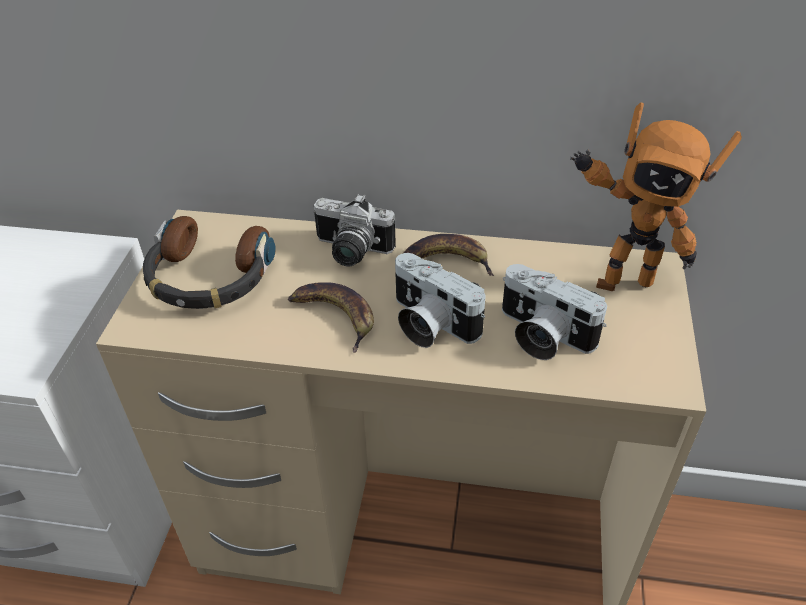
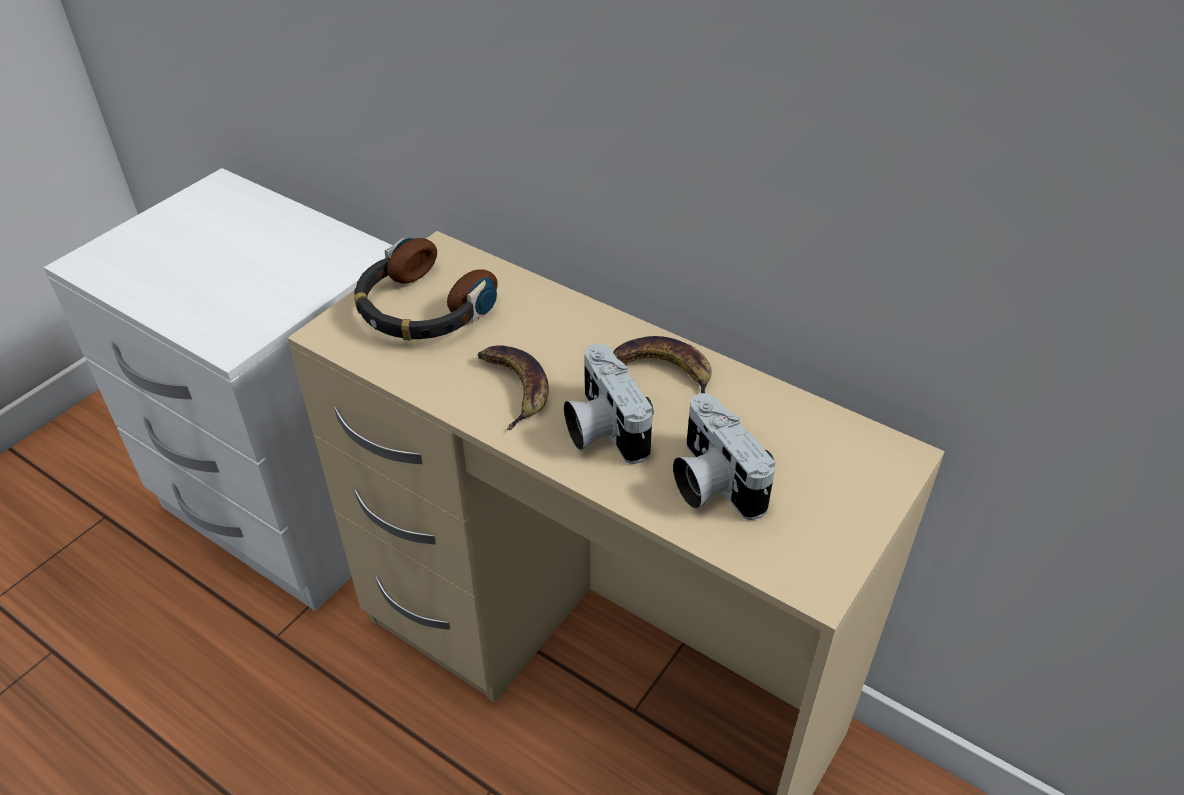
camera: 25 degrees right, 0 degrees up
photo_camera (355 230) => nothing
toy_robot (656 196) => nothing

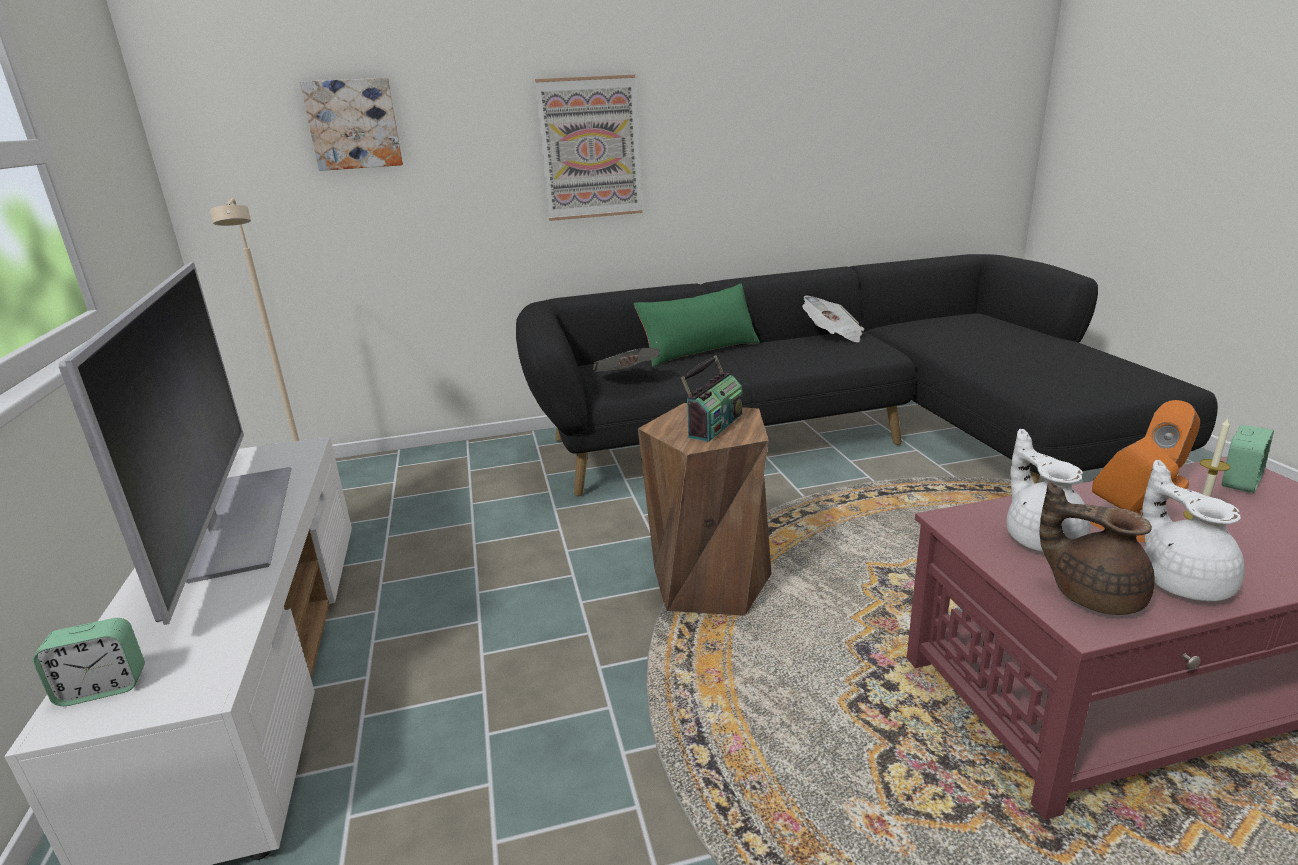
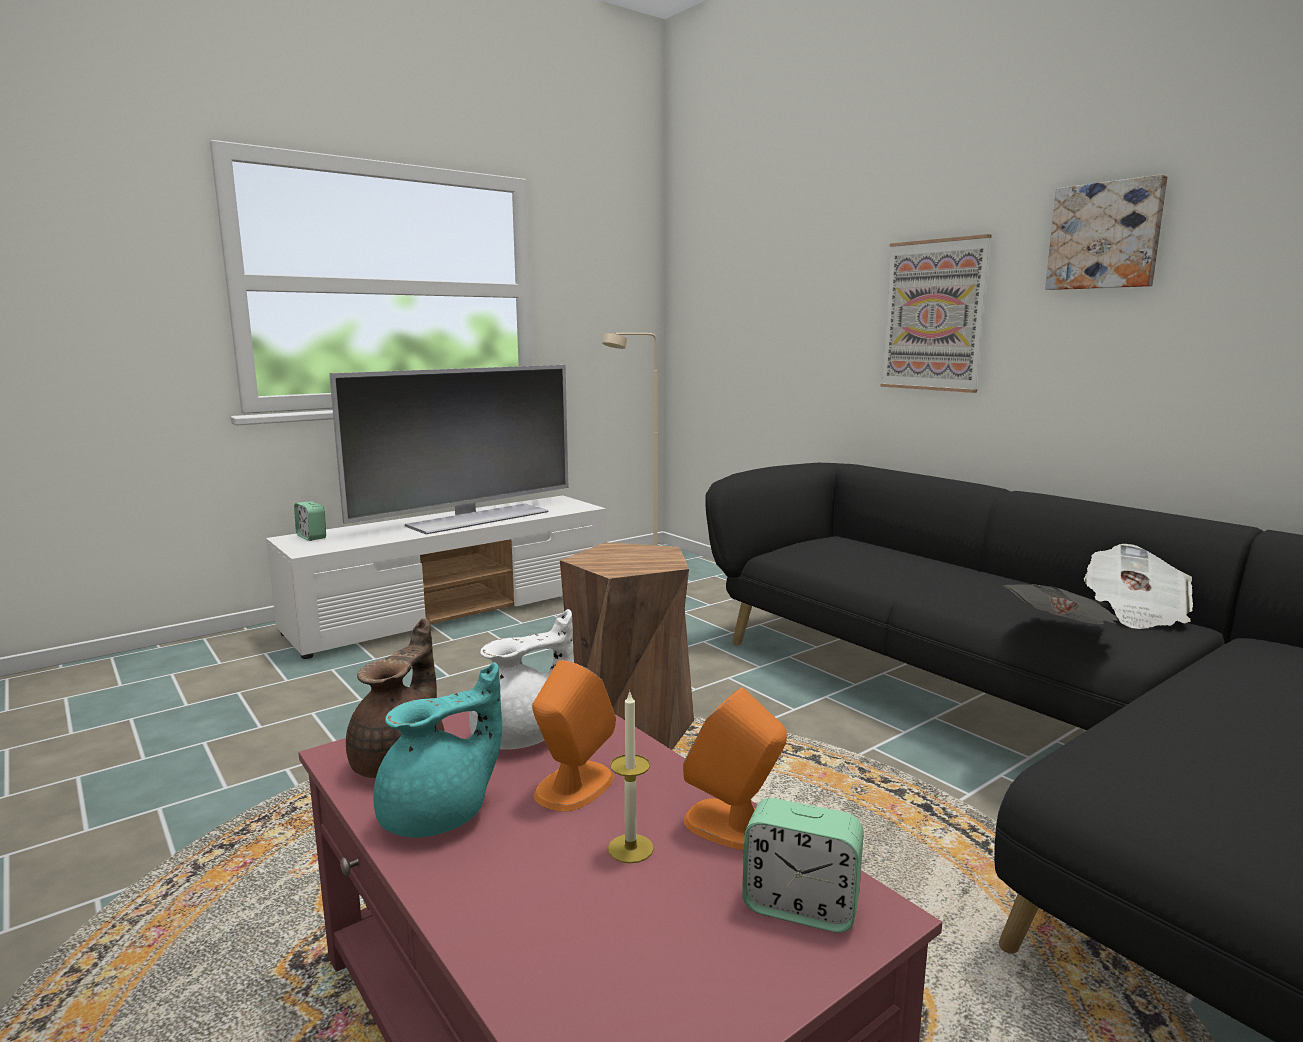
camera: 65 degrees right, 10 degrees down
whitish_teapot (1193 530) => blue-green_teapot (437 750)
printed_paper (626 360) => printed_paper (1061 604), relocated
picture (351 124) => picture (1106 232), relocated
green_throw_pillow (697 325) => nothing
radio_receiver (712 398) => nothing

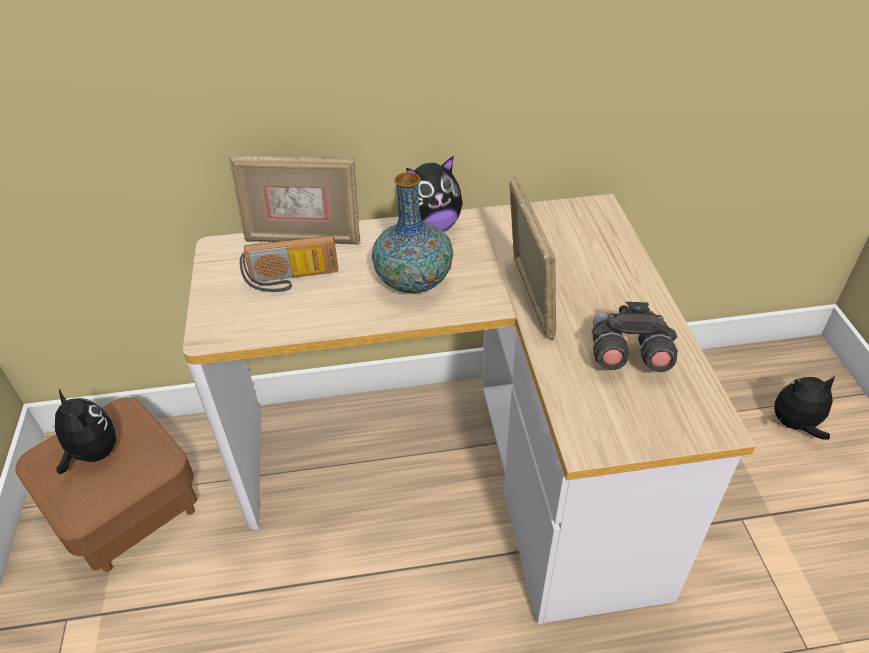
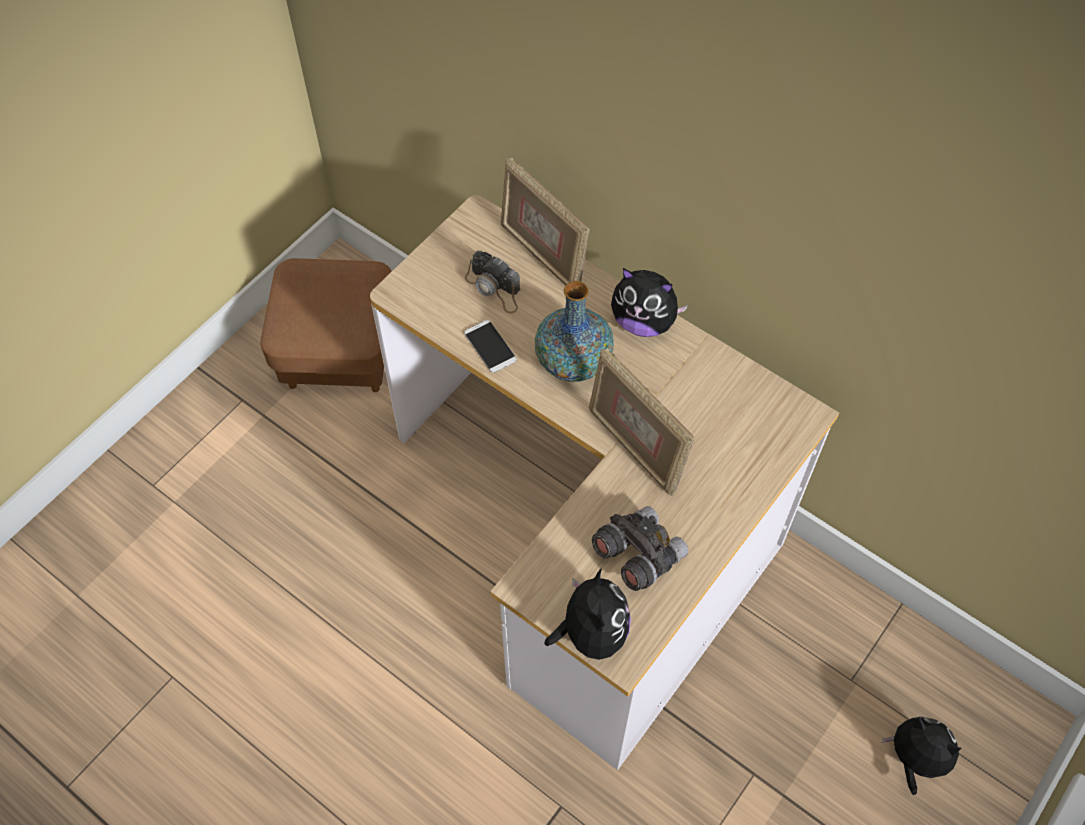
camera: 45 degrees right, 15 degrees up
nothing => phone (490 346)
radio_receiver (289 263) => photo_camera (492 282)
cuddly_toy (84 431) => cuddly_toy (587 614), relocated
photo_frame (532 258) => photo_frame (641 422), 105 degrees clockwise

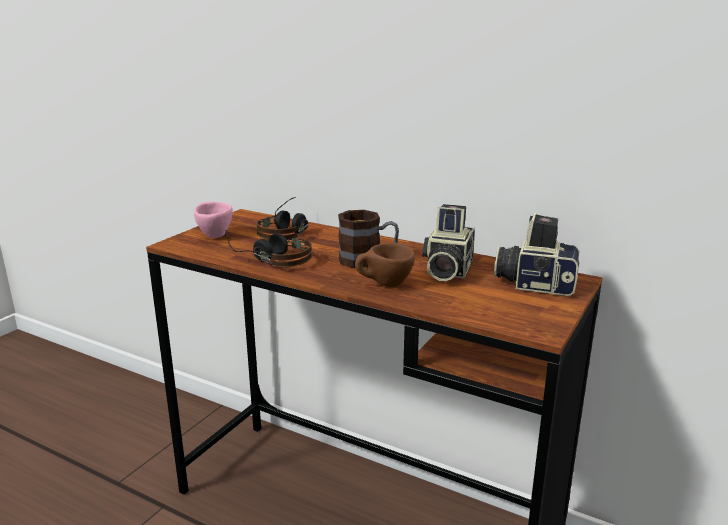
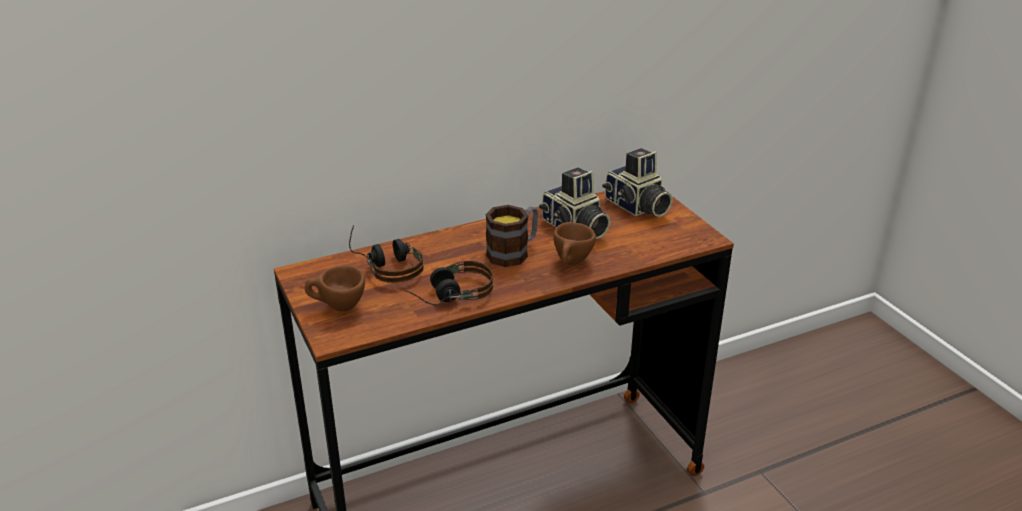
camera: 55 degrees left, 10 degrees up
pinkish_cup (213 220) => brownish_cup (335 289)
photo_camera (536 254) => photo_camera (638 182), 90 degrees counterclockwise

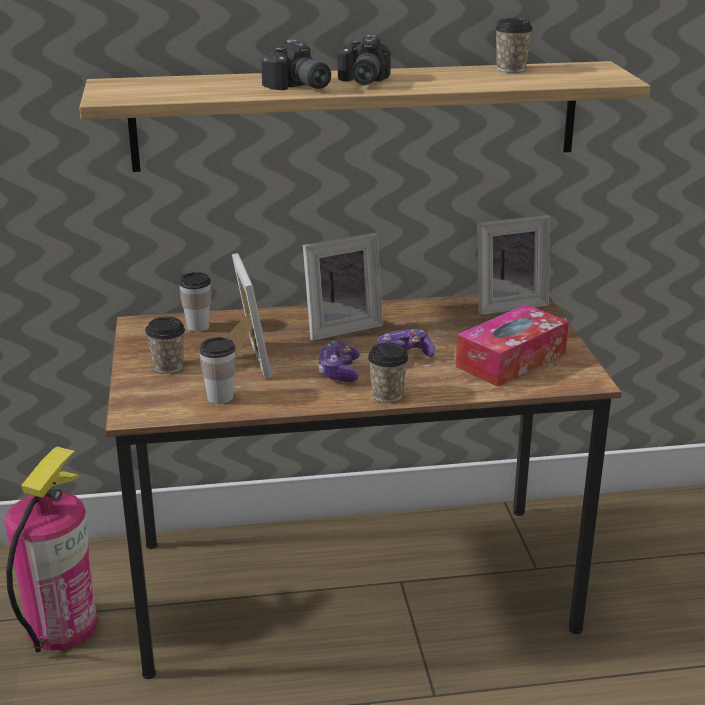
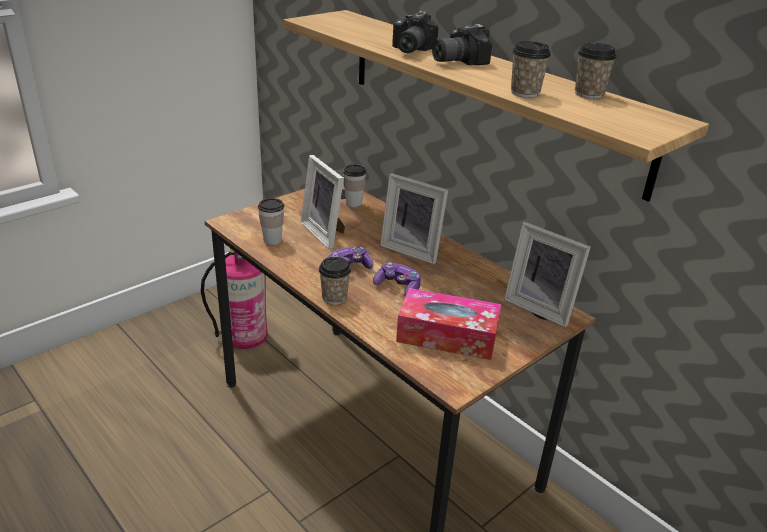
camera: 55 degrees right, 5 degrees up
photo_frame (248 316) => photo_frame (323 202), 105 degrees clockwise
cup (165 345) => cup (531 69), relocated

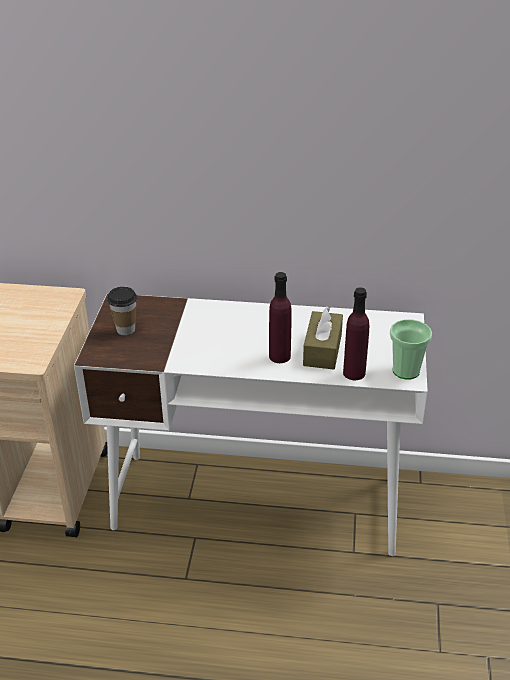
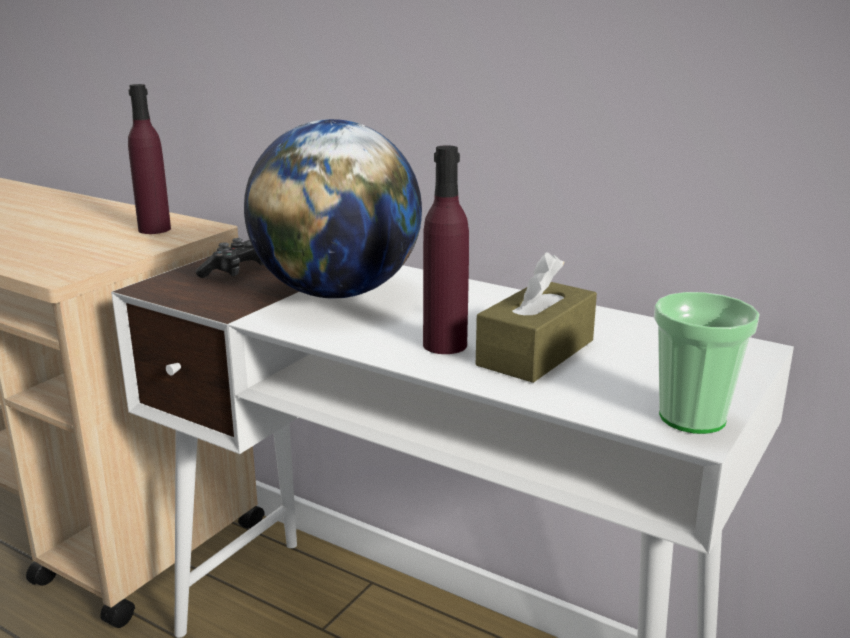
camera: 25 degrees right, 15 degrees down
purple_beverage_bottle (356 333) => purple_beverage_bottle (149 159), relocated
cup (122 311) => joypad (230 258)
nothing => globe (333 209)

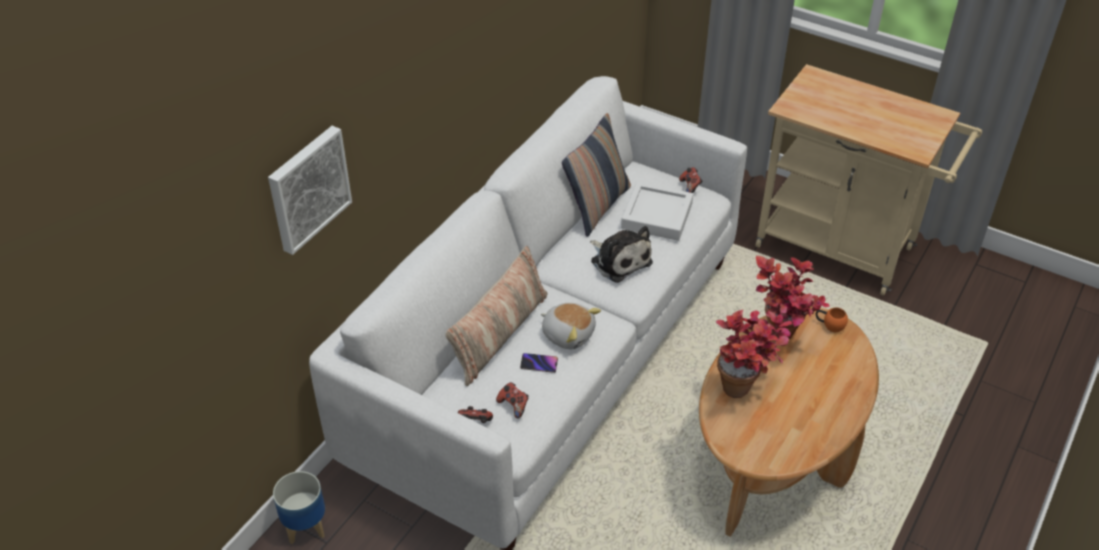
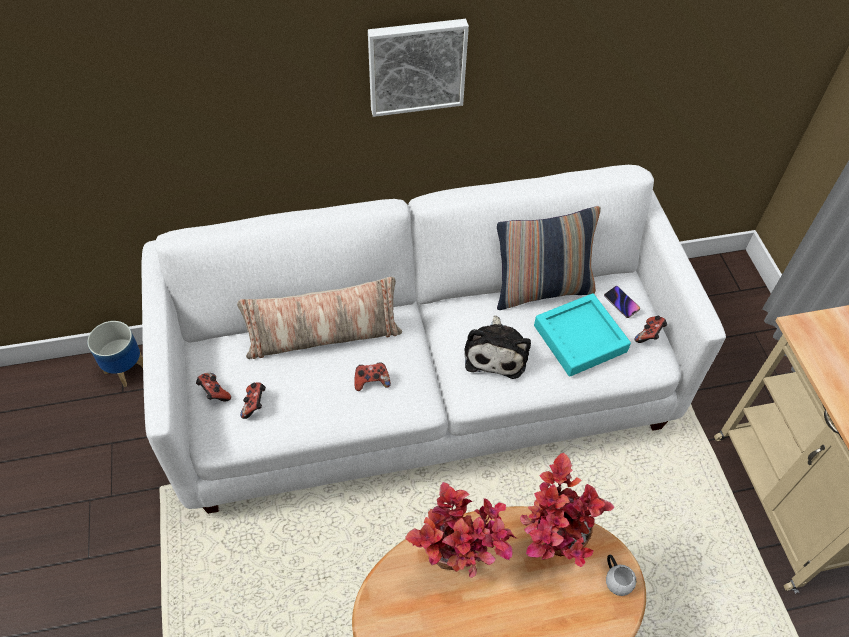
camera: 45 degrees right, 10 degrees up
cuddly_toy (571 326) => joypad (372 376)
picture (310 190) => picture (418 68), relocated
whitish_serving_tray (657 211) => blue-green_serving_tray (582 335)
phone (539 363) => phone (622 302), relocated
orange_tea_mug (832 319) => whitish_tea_mug (621 575)

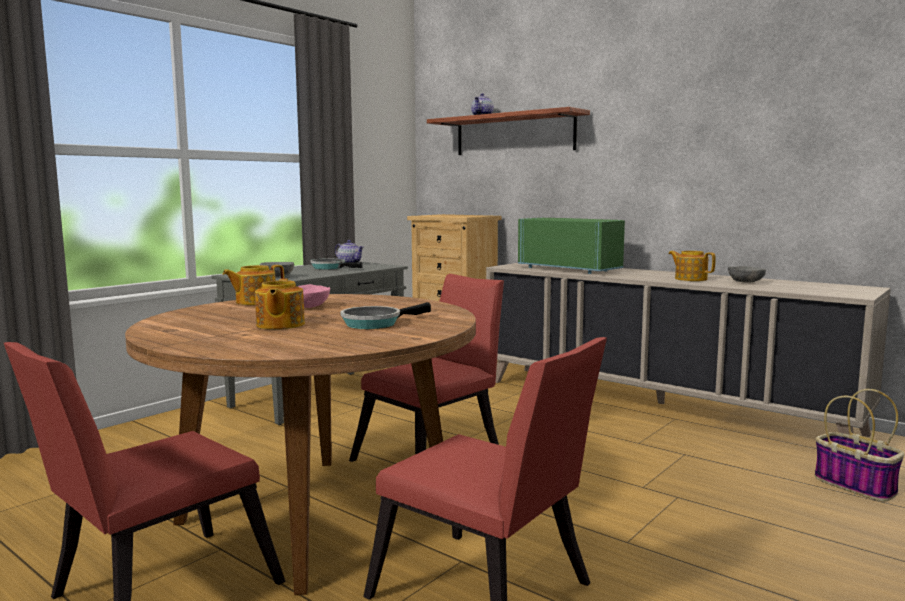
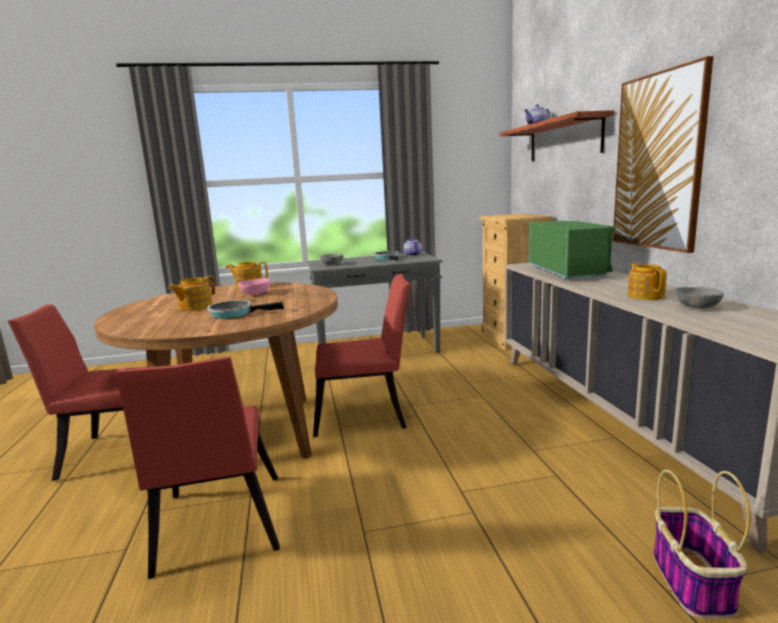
camera: 40 degrees right, 5 degrees up
nothing => picture (663 154)

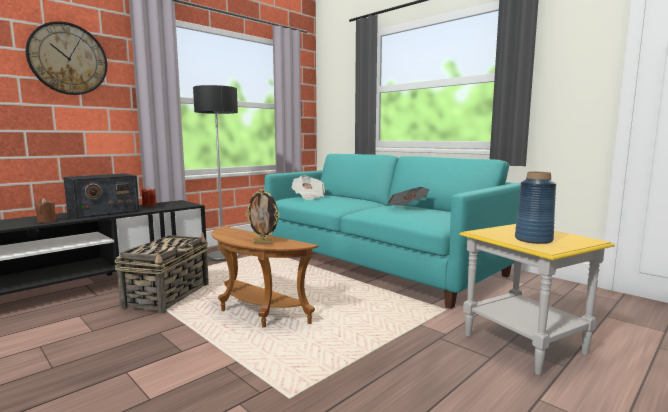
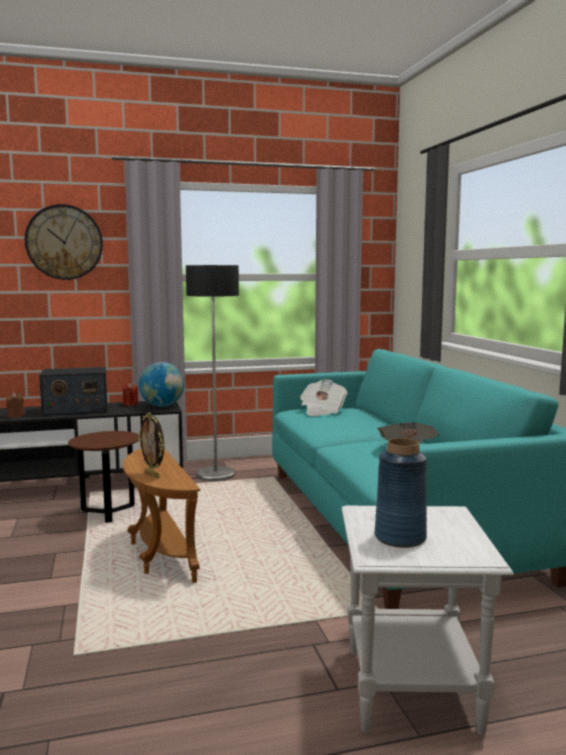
camera: 30 degrees right, 0 degrees up
basket (161 273) => brownish_end_table (104 477)
nothing => globe (161 384)
yellow_end_table (537 299) => whitish_end_table (428 620)

